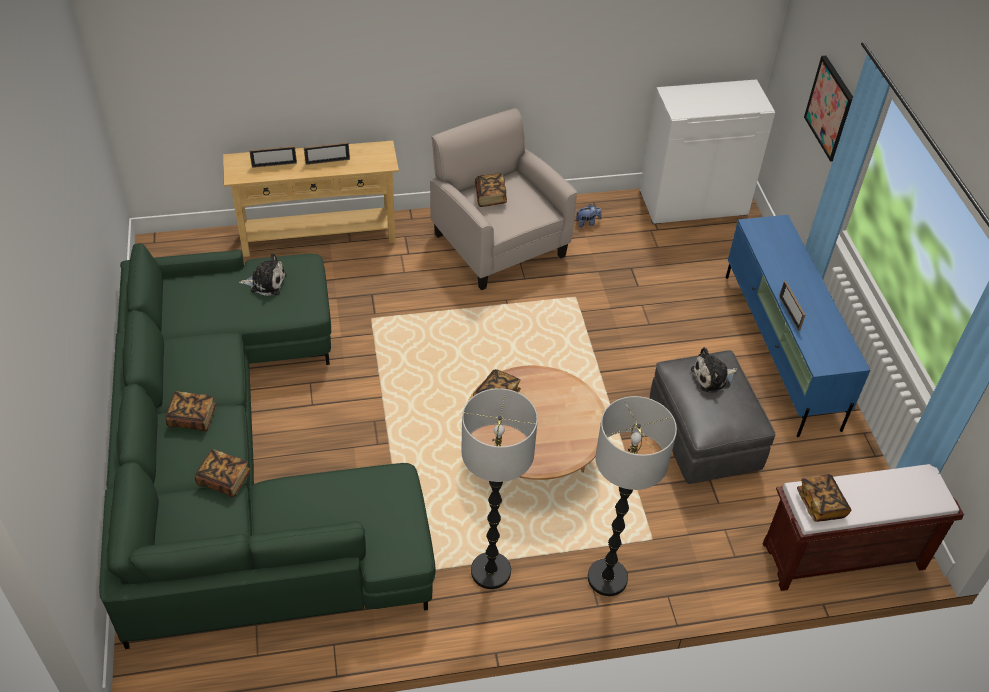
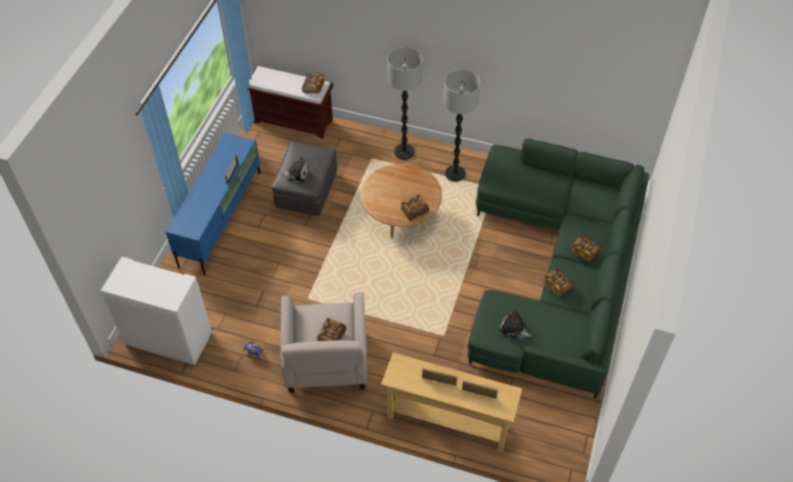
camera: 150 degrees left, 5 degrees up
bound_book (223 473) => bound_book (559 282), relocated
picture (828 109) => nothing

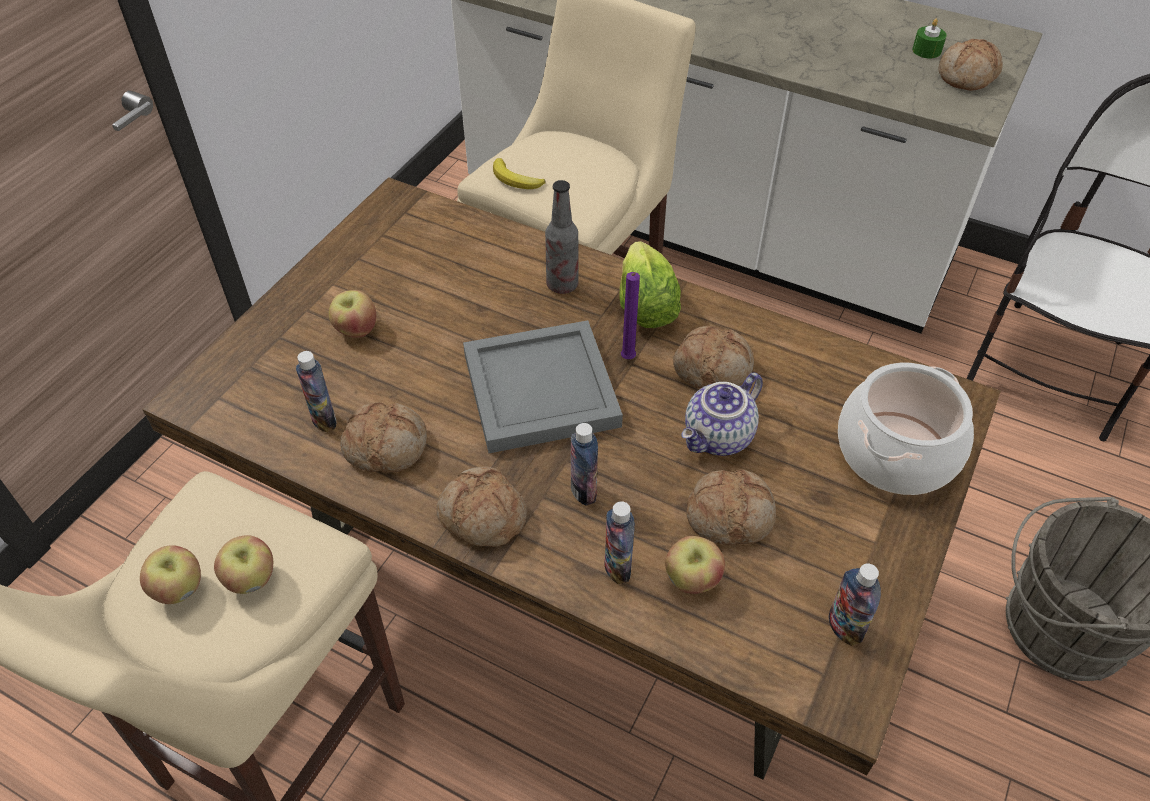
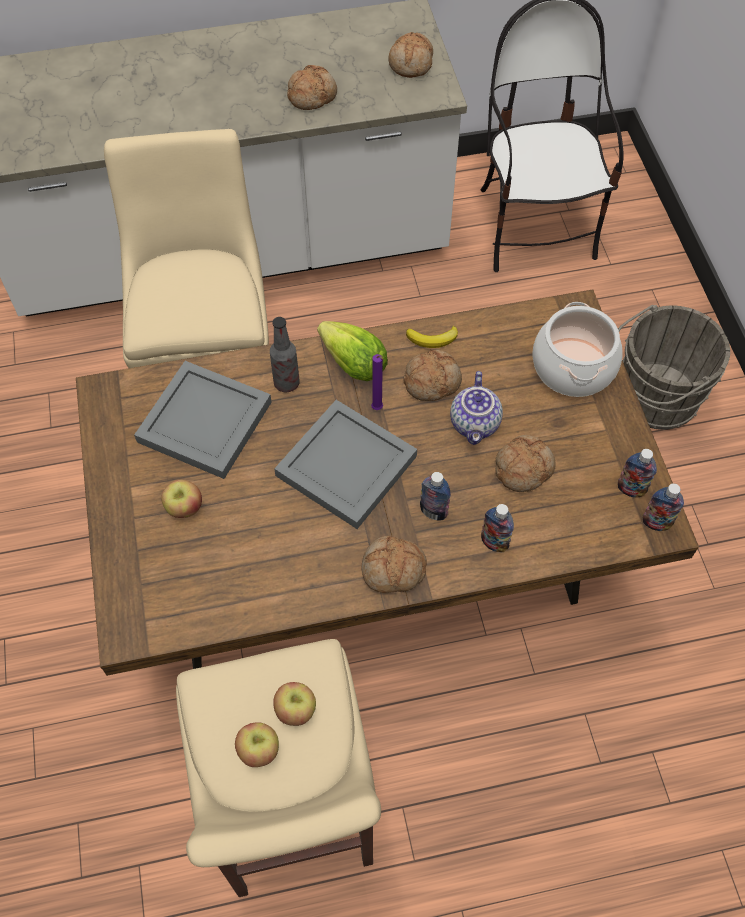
camera: 40 degrees left, 10 degrees up
nothing => gray_serving_tray (203 420)
bread (383 437) => bread (312 87), relocated
whole_banana (519 173) => whole_banana (432 337), relocated
beverage_bottle (316 391) => beverage_bottle (663 507), relocated
apple_fruit (695 565) => nothing
green_candle (929 39) => nothing

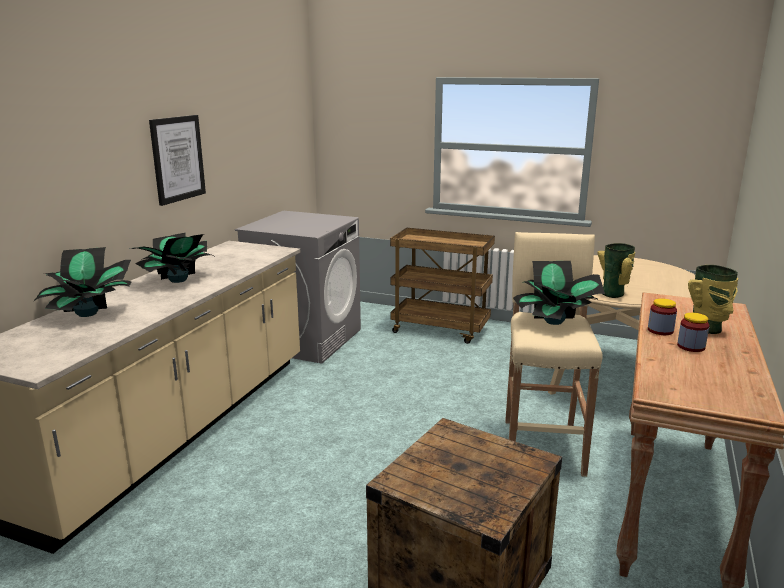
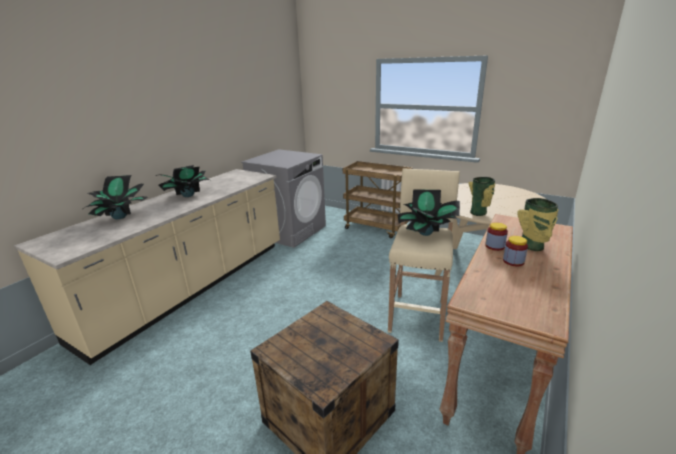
camera: 10 degrees right, 5 degrees up
picture (177 160) => nothing

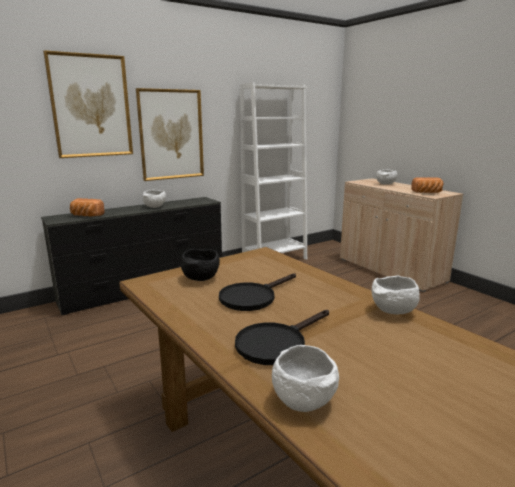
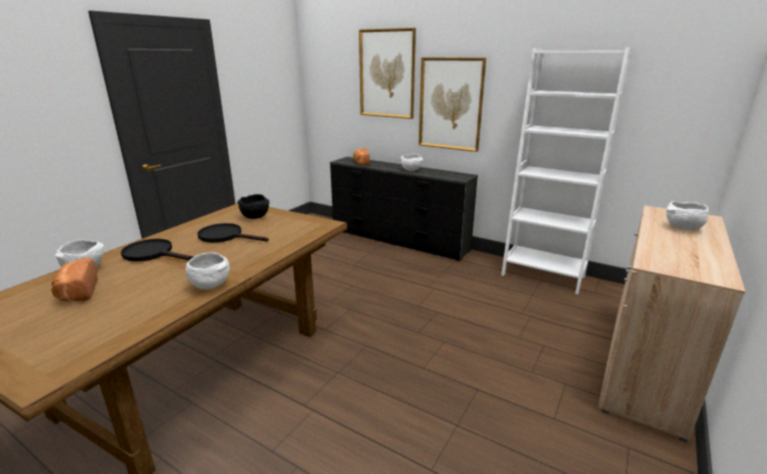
camera: 65 degrees right, 5 degrees up
bread (427 185) => bread (74 280), relocated

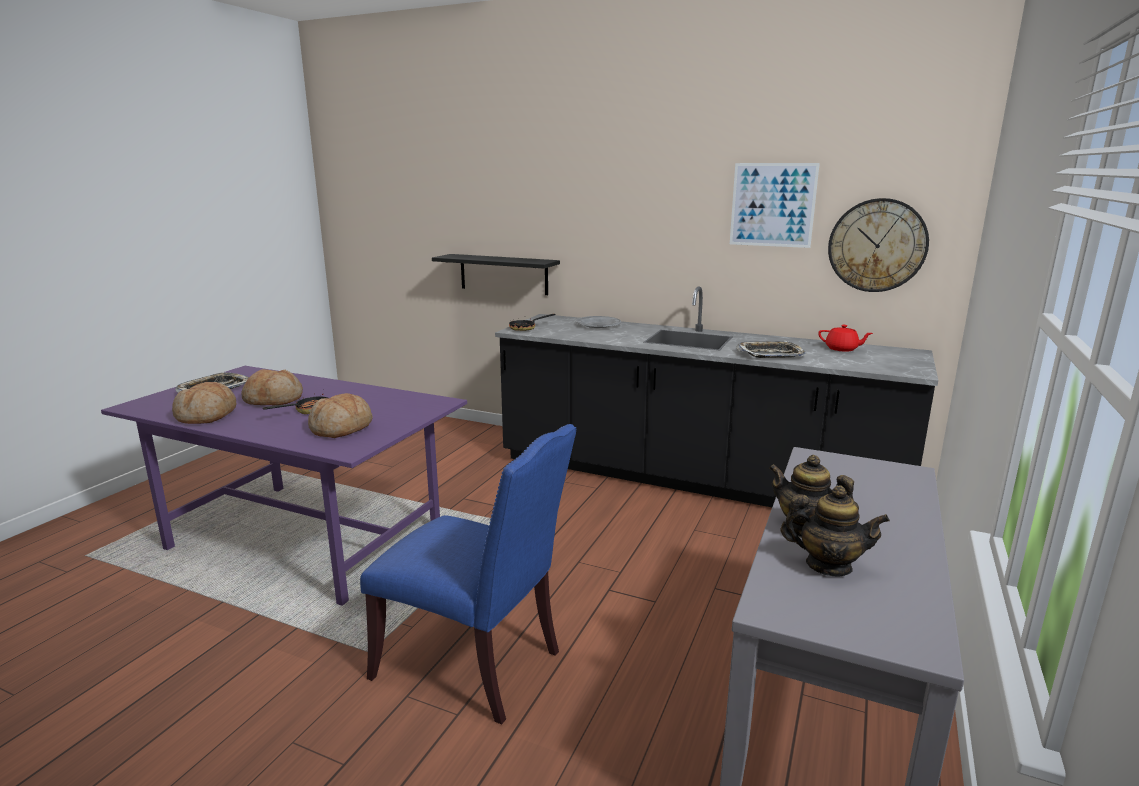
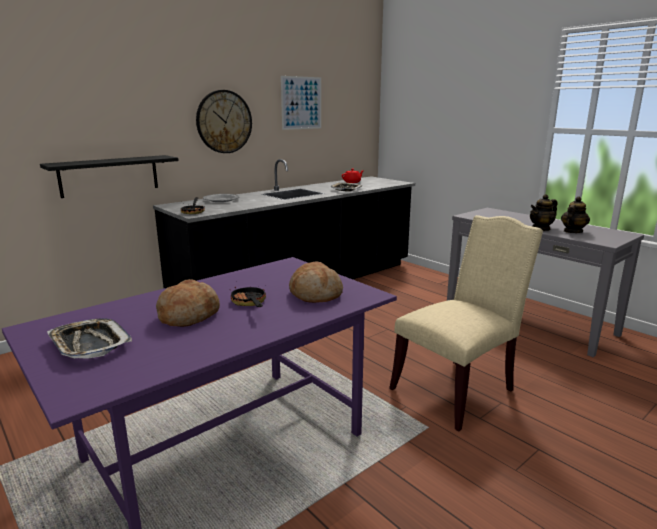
camera: 65 degrees left, 0 degrees up
wall_clock (878 245) => wall_clock (224 121), relocated
blue_chair (468 574) => sand-coloured_chair (466 323)
bread (204 403) => nothing

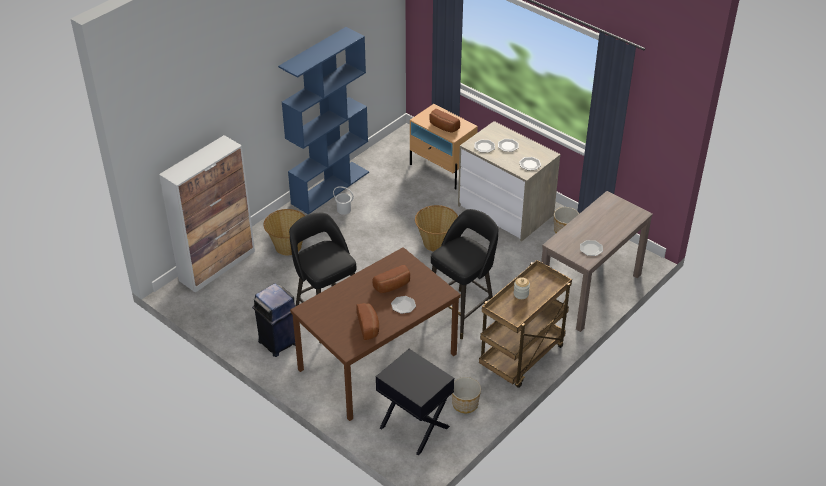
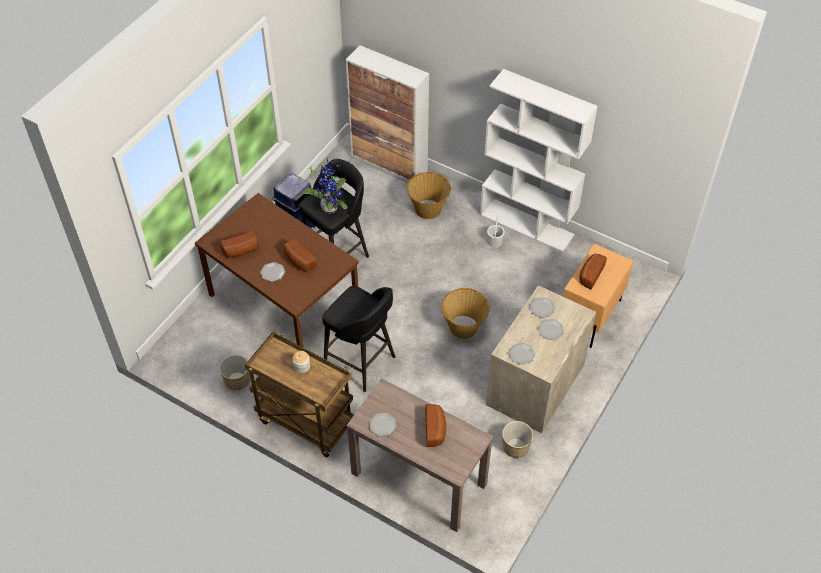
camera: 80 degrees right, 10 degrees up
nothing => potted_plant (325 186)
nothing => bread (435 425)
blue_bookshelf (323 120) => whitish_bookshelf (539 160)
black_bedside_table (415 402) => nothing

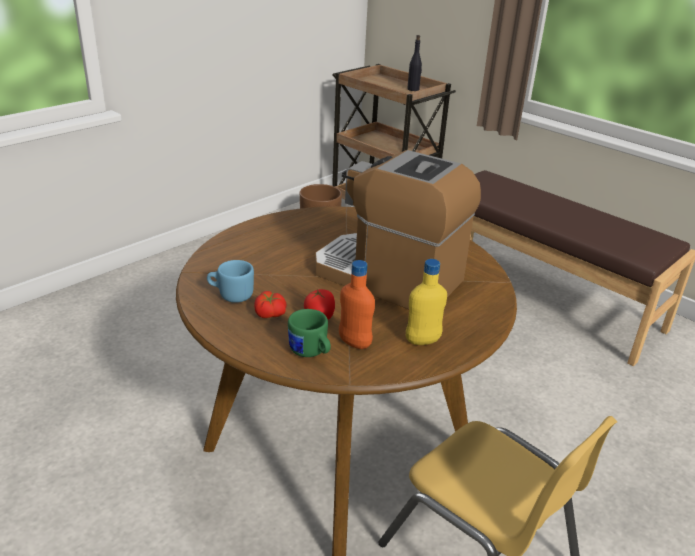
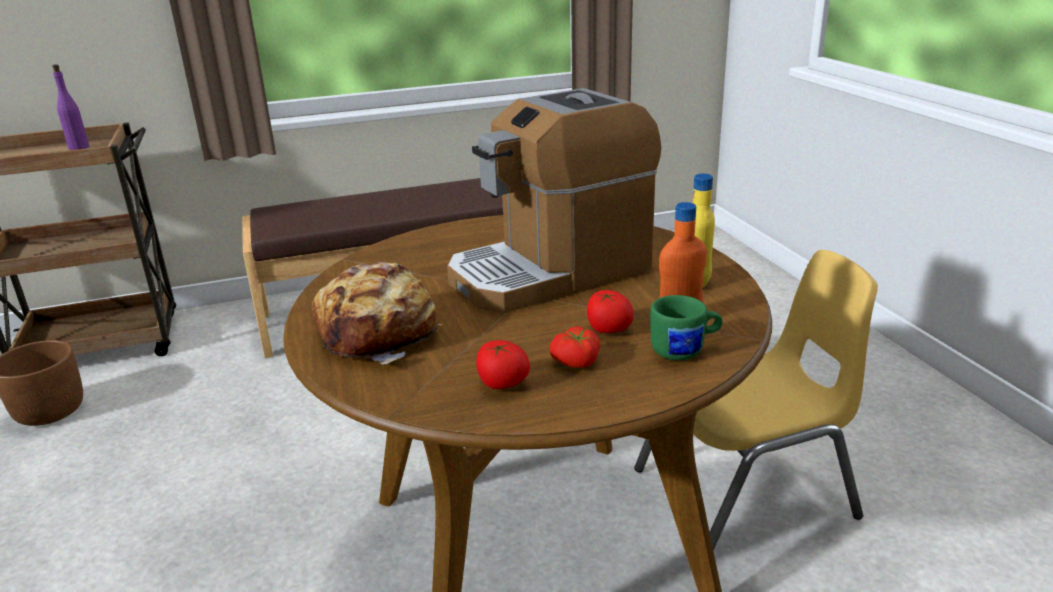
camera: 60 degrees left, 5 degrees down
black_beverage_bottle (414 63) => purple_beverage_bottle (70 107)
nothing => bread (377 313)
blue_tea_mug (230 281) => fresh_tomato (503 364)

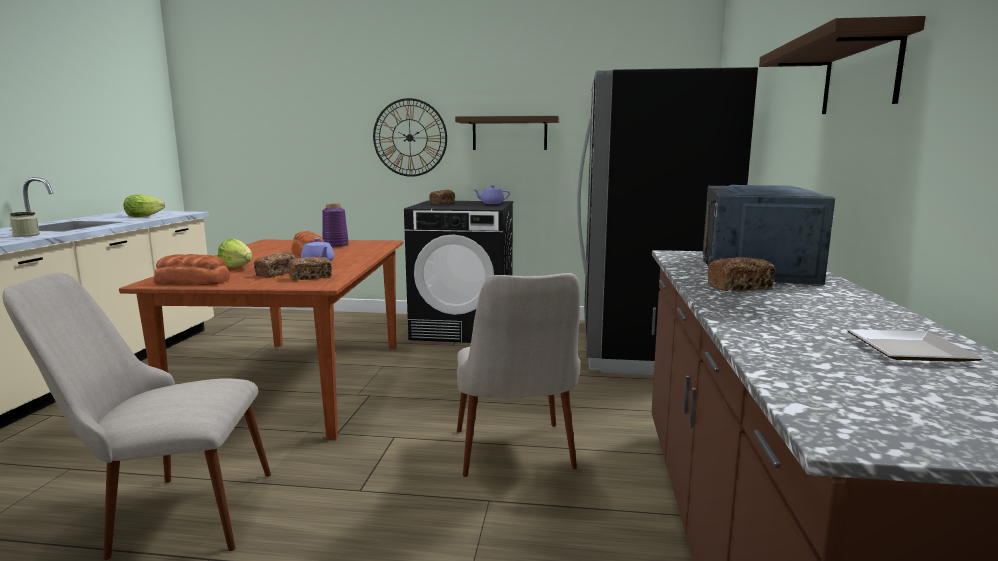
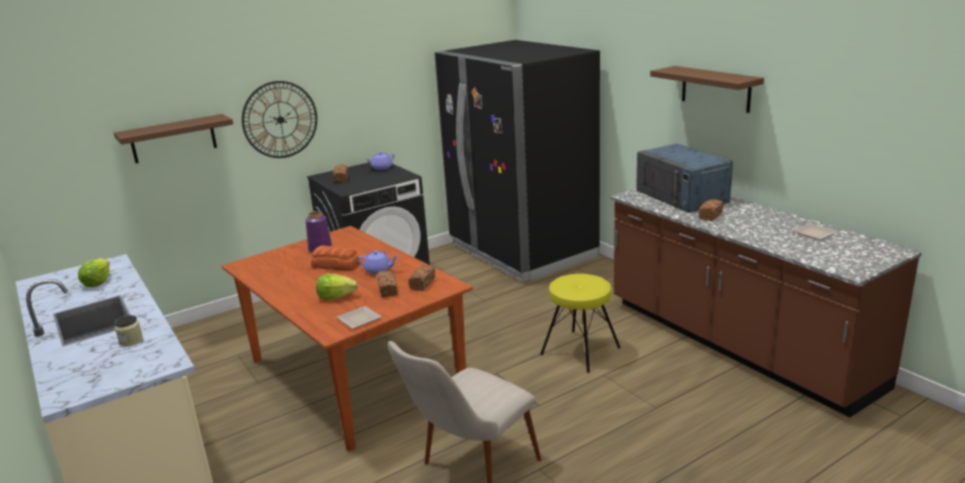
camera: 40 degrees left, 10 degrees up
brownish_bracket_shelf (507 133) => brownish_bracket_shelf (173 138), relocated
bread (192 269) => plate (359 317)
sand-coloured_chair (518 375) => yellow_stool (580 323)

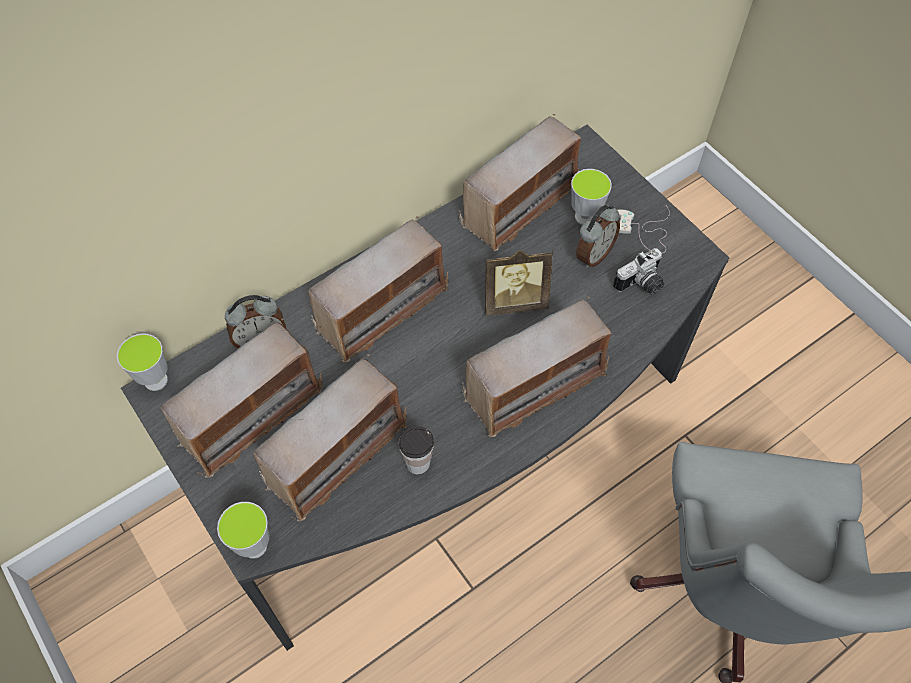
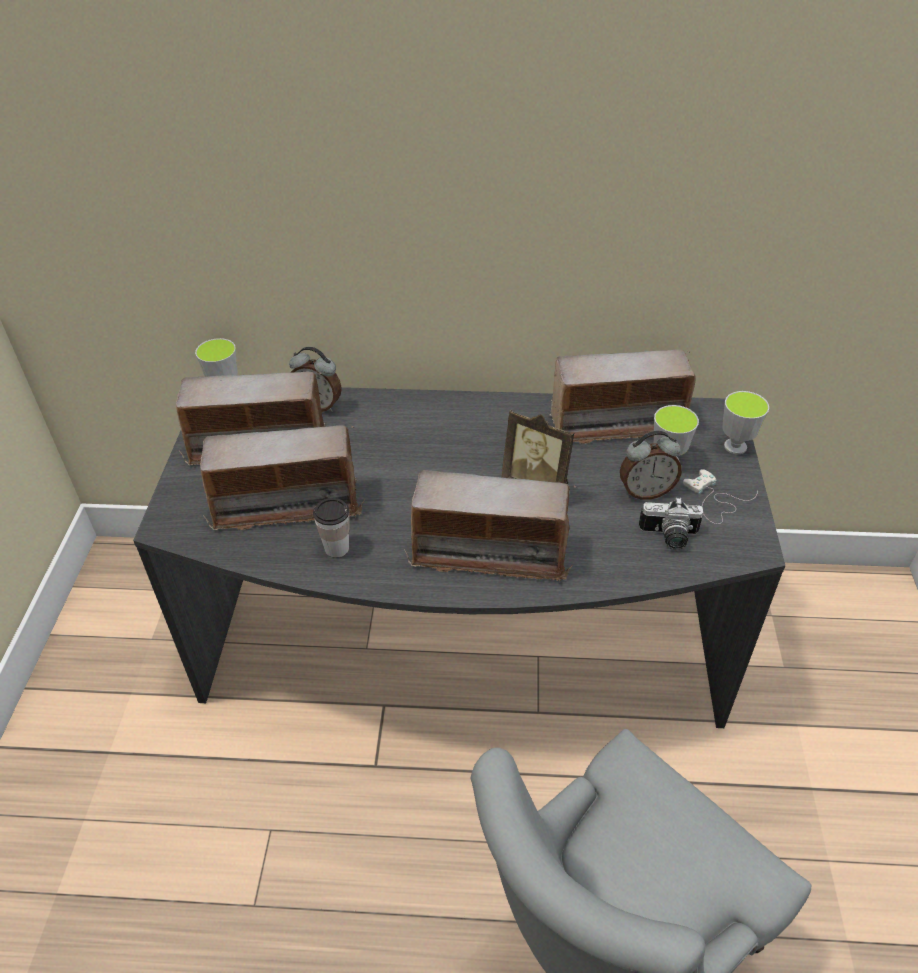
camera: 40 degrees right, 15 degrees down
cup (243 530) => cup (745 422), relocated
radio_receiver (378 289) => nothing

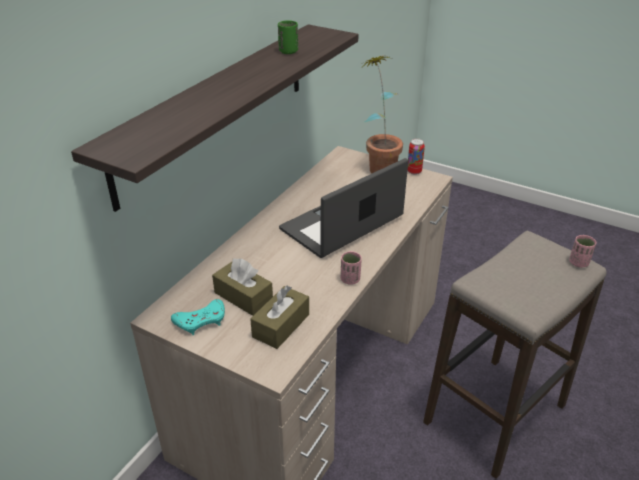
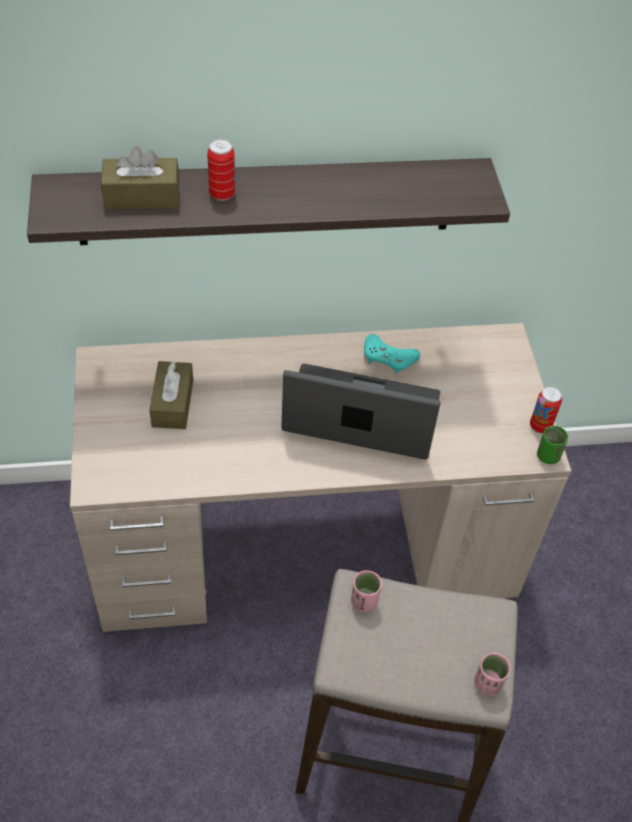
camera: 50 degrees right, 15 degrees up
brownish_tissue_box (279 317) => brownish_tissue_box (140 177), relocated
nothing => can (221 170)
pinkish_cup (351 268) => pinkish_cup (366 591), relocated
blue-green_joypad (198 317) => blue-green_joypad (392 354), relocated
green_cup (288 37) => green_cup (552 445), relocated
potted_plant (382 114) => nothing

